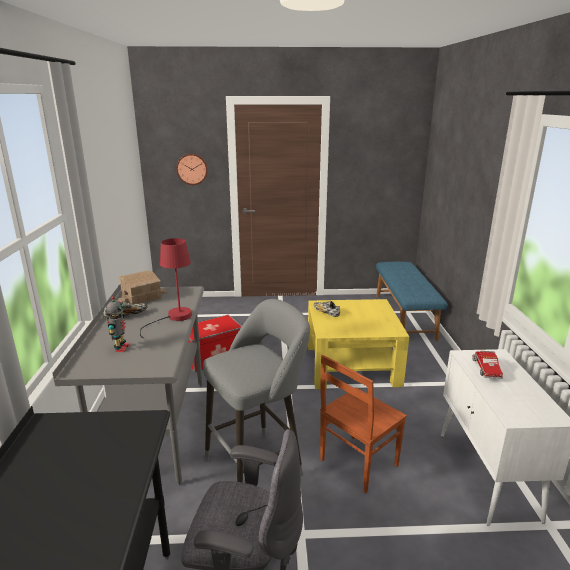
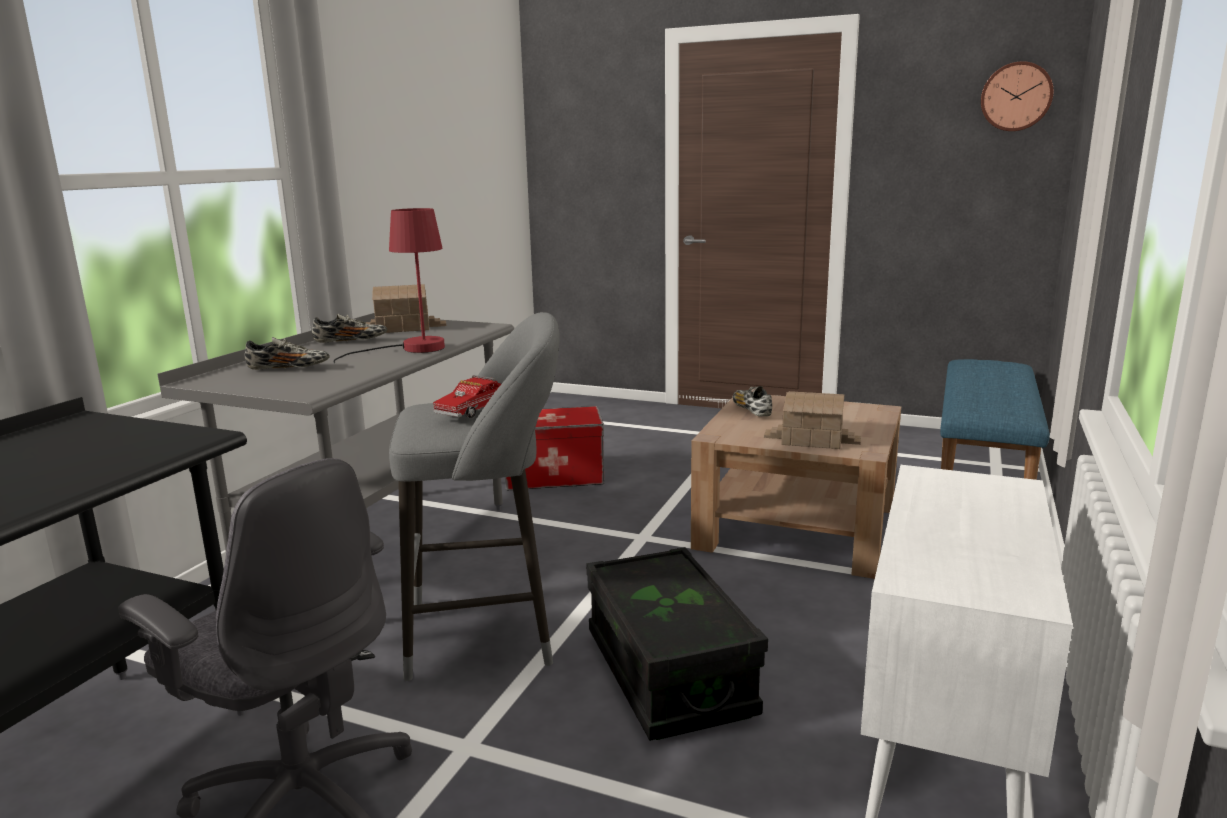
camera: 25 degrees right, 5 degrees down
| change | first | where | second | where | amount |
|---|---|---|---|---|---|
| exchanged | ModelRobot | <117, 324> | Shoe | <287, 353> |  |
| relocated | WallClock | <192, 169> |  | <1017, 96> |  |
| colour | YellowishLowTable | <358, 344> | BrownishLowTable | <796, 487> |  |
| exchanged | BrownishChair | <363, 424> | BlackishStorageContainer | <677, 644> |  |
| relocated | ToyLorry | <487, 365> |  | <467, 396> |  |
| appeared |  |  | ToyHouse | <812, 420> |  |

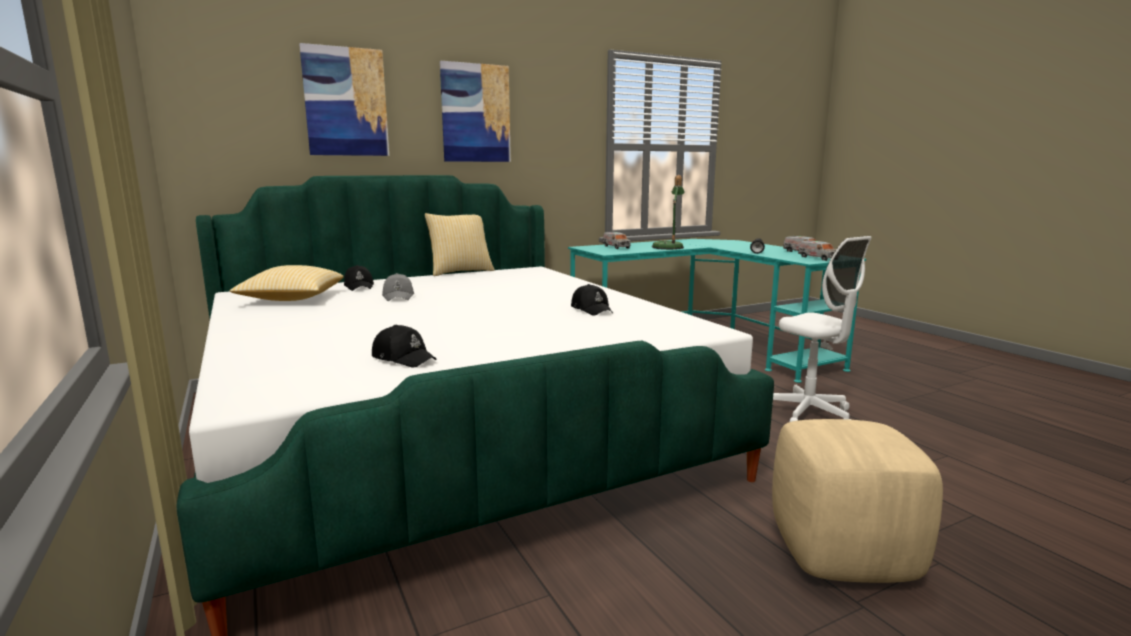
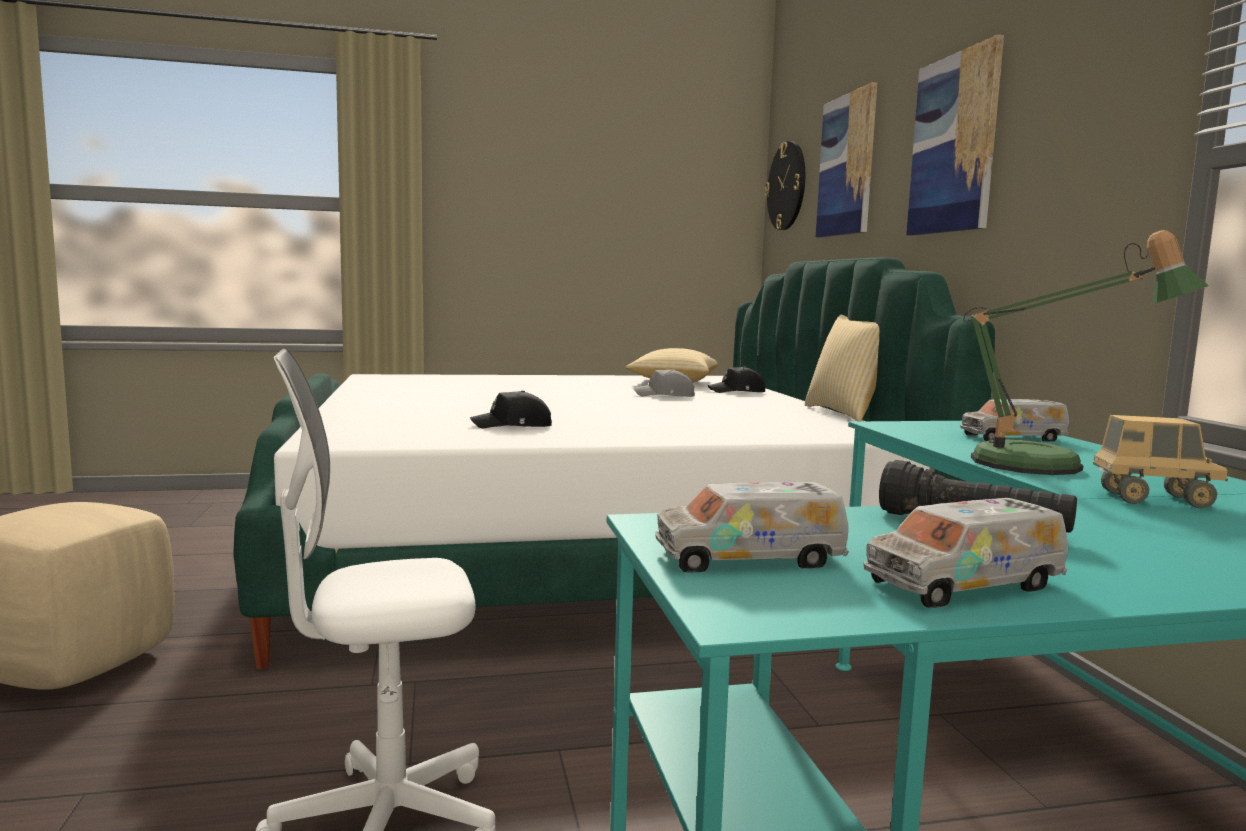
camera: 105 degrees right, 5 degrees down
| change | first | where | second | where | amount |
|---|---|---|---|---|---|
| missing | BlackishBaseballCap | <404, 346> |  |  |  |
| appeared |  |  | WallClock | <785, 185> |  |
| appeared |  |  | ToyLorry | <1160, 461> |  |

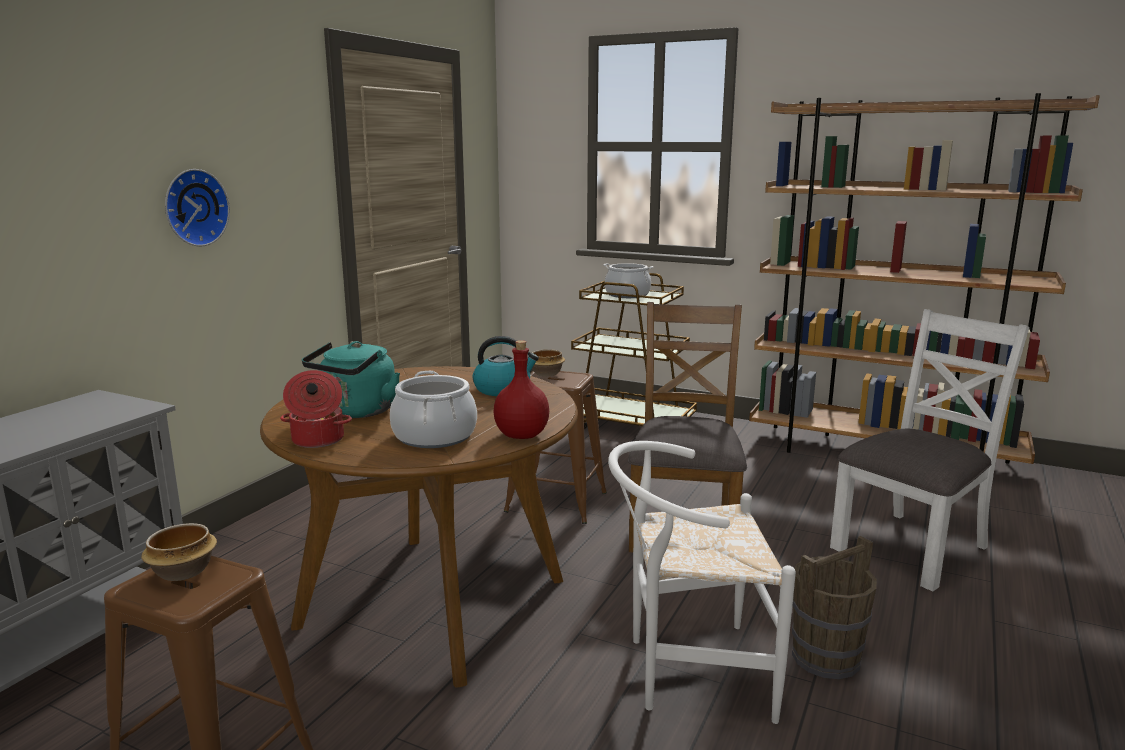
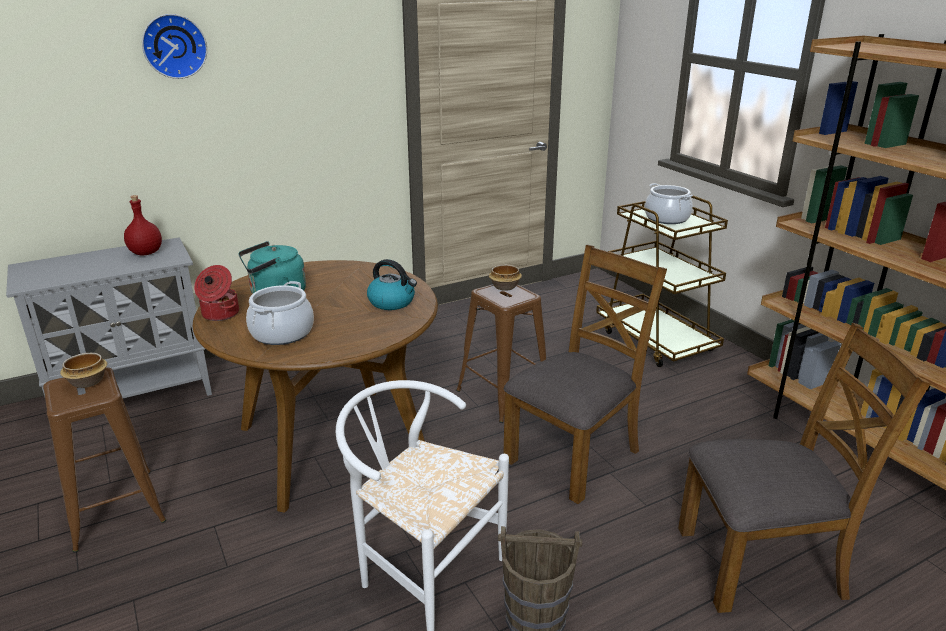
camera: 35 degrees right, 10 degrees up
| change | first | where | second | where | amount |
|---|---|---|---|---|---|
| relocated | WallClock | <197, 207> |  | <174, 46> |  |
| relocated | RedBeverageBottle | <521, 389> |  | <143, 225> |  |
| colour | WhitishChair | <929, 450> | BrownishChair | <804, 468> |  |

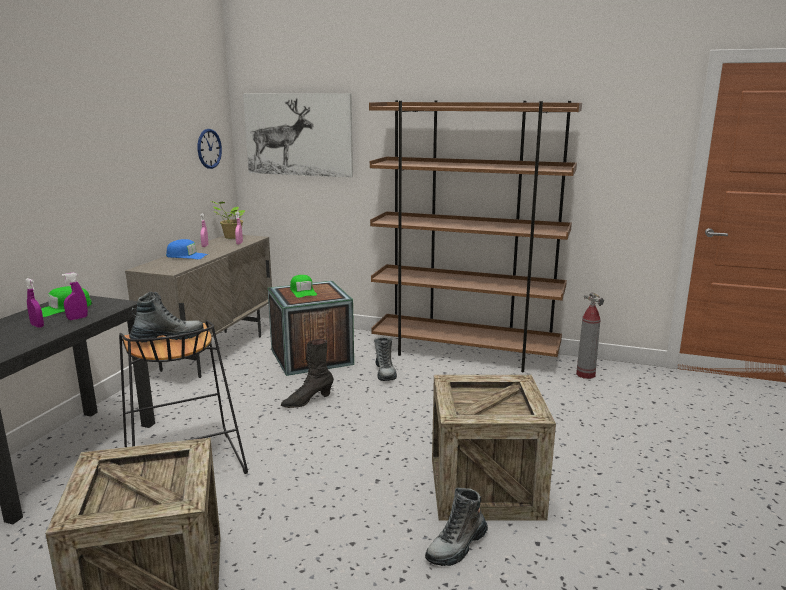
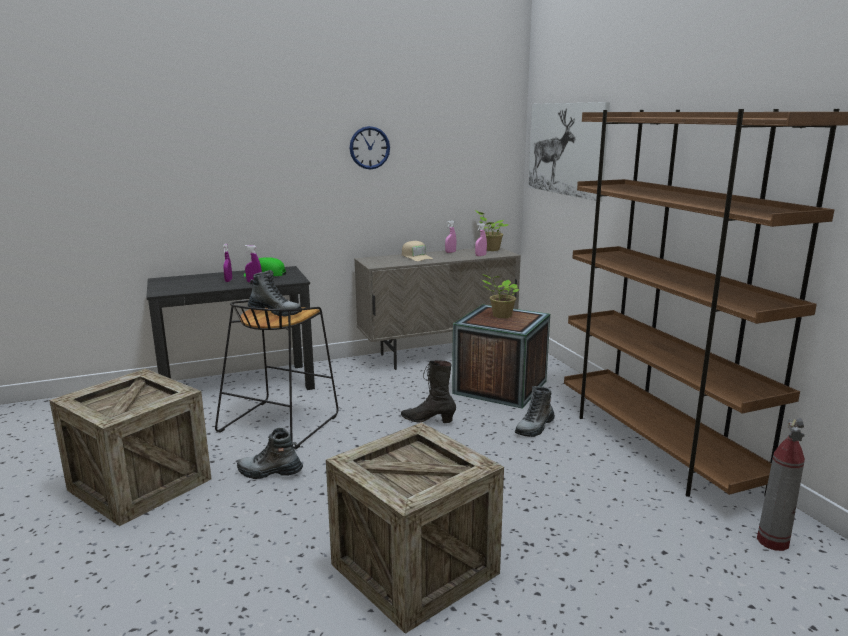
camera: 50 degrees right, 0 degrees up
| change | first | where | second | where | amount |
|---|---|---|---|---|---|
| colour | BlueBaseballCap | <187, 249> | SandColouredBaseballCap | <417, 251> |  |
| relocated | WallClock | <210, 149> |  | <369, 147> |  |
| exchanged | GreenBaseballCap | <303, 286> | Houseplant | <500, 296> |  |
| relocated | TallBoot | <456, 527> |  | <270, 453> |  |

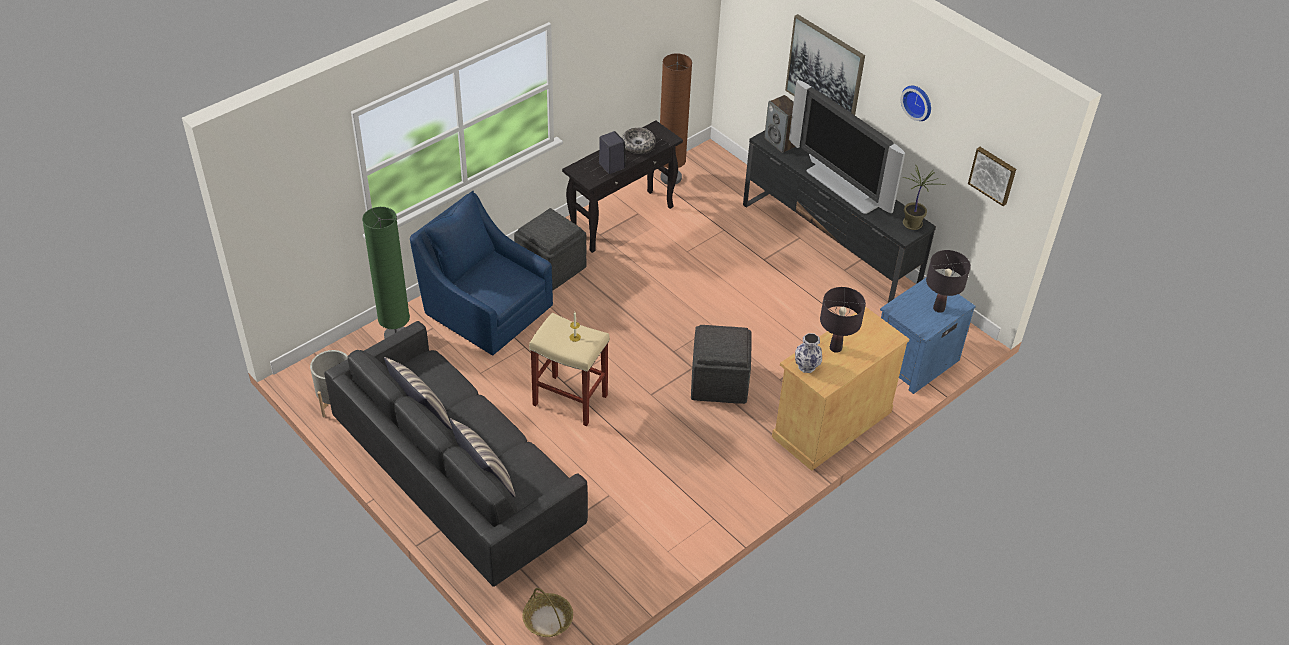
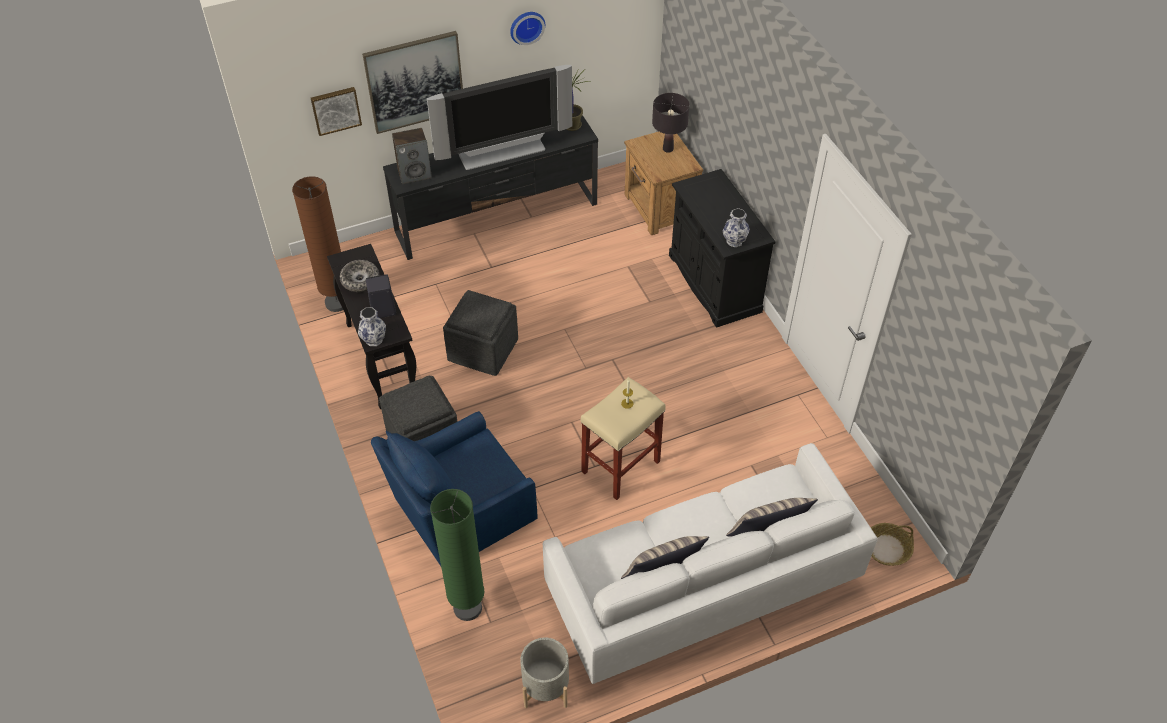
camera: 70 degrees left, 5 degrees up
| change | first | where | second | where | amount |
|---|---|---|---|---|---|
| colour | BlackishSettee | <456, 454> | WhitishSettee | <710, 563> |  |
| relocated | GreyishPouffe | <721, 364> |  | <480, 333> |  |
| colour | SandColouredCabinet | <840, 389> | BlackishCabinet | <722, 248> |  |
| missing | BlackishTabletopLamp | <843, 320> |  |  |  |
| colour | BlueBedsideTable | <928, 336> | BrownishBedsideTable | <663, 183> |  |
| relocated | Picture | <992, 176> |  | <336, 111> |  |
| appeared |  |  | Vase | <372, 326> |  |

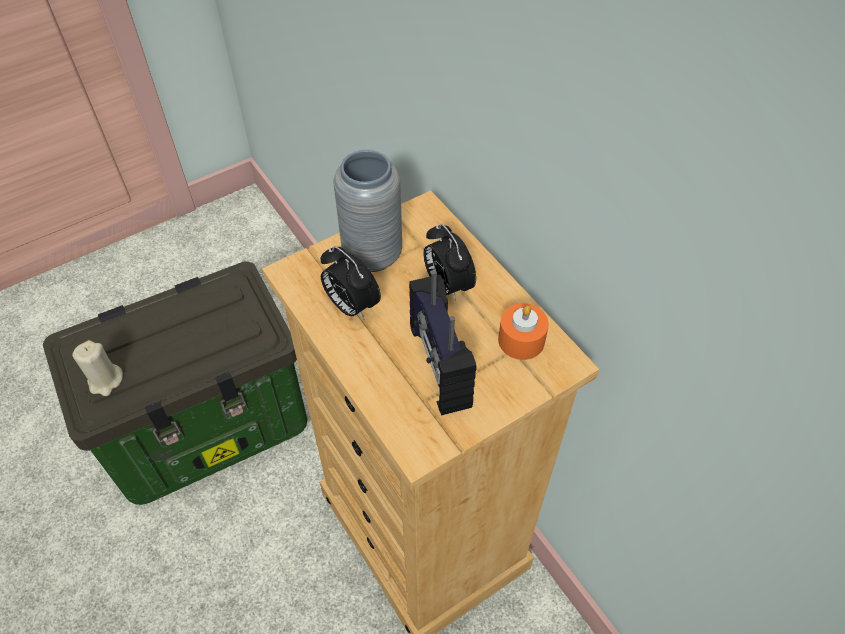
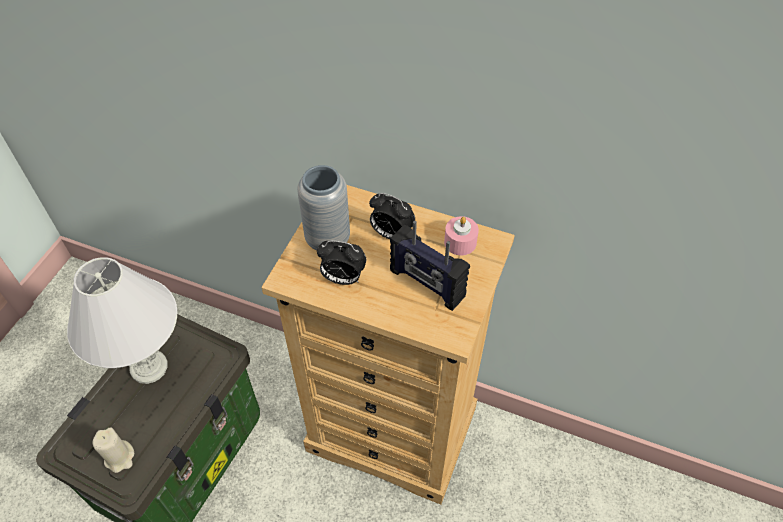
camera: 35 degrees left, 0 degrees up
| change | first | where | second | where | amount |
|---|---|---|---|---|---|
| colour | OrangeColouredWaxLight | <523, 331> | PinkishWaxLight | <461, 235> |  |
| appeared |  |  | WhitishTabletopLamp | <122, 320> |  |

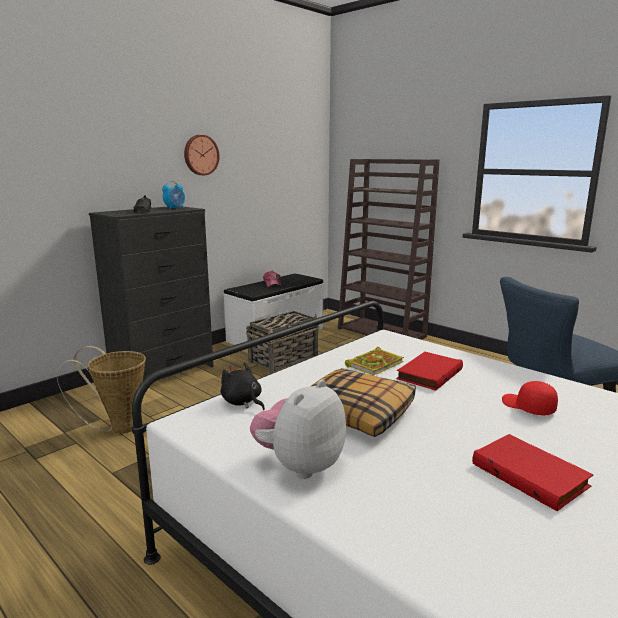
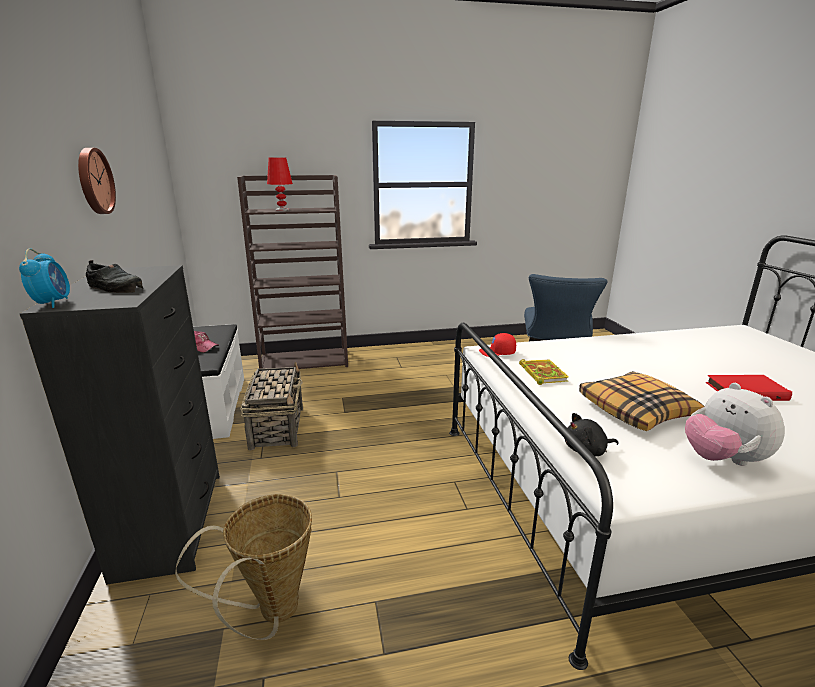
camera: 55 degrees left, 5 degrees up
| change | first | where | second | where | amount |
|---|---|---|---|---|---|
| relocated | AlarmClock | <173, 195> |  | <44, 278> |  |
| missing | RedVolume | <429, 371> |  |  |  |
| relocated | RedBaseballCap | <530, 398> |  | <497, 345> |  |
| appeared |  |  | RedTabletopLamp | <280, 184> |  |

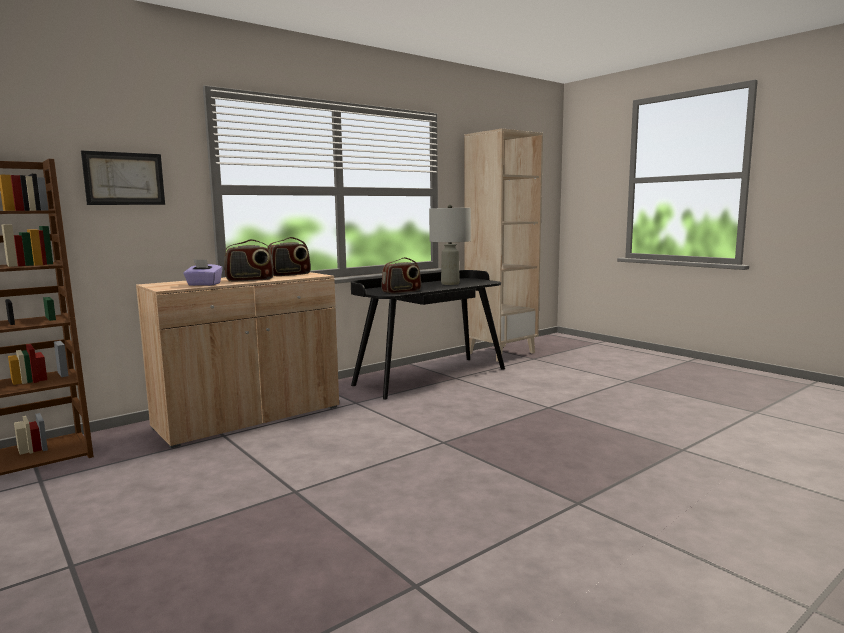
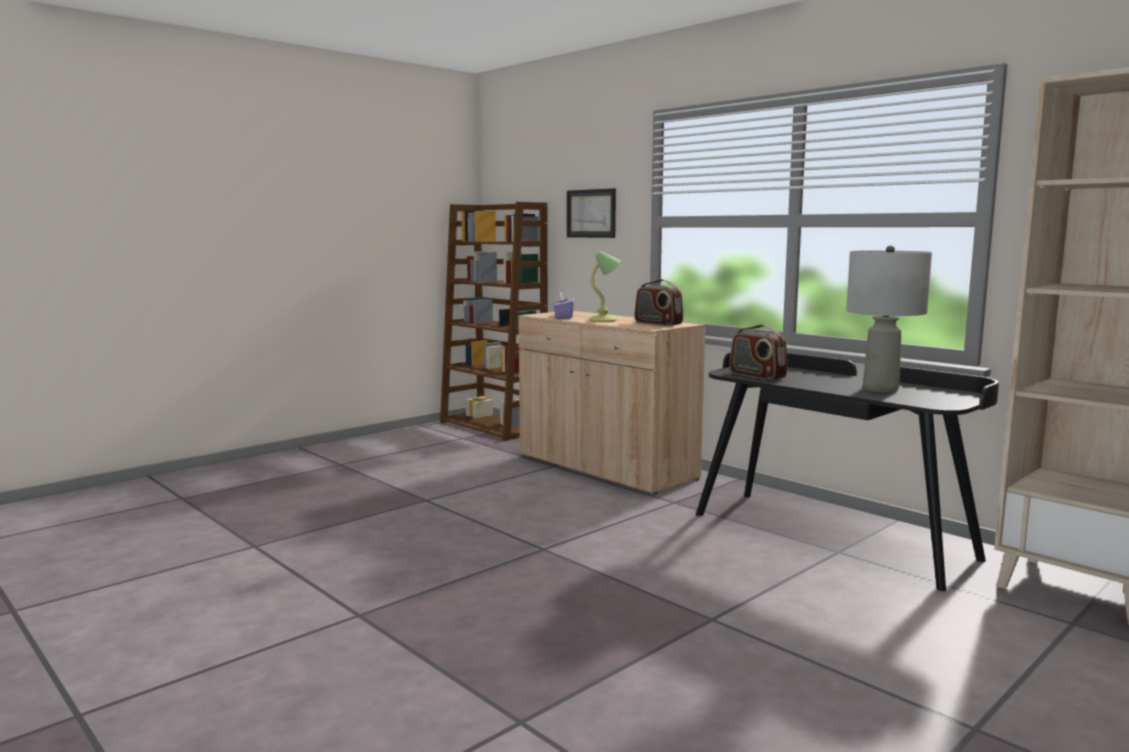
camera: 85 degrees right, 0 degrees up
| change | first | where | second | where | amount |
|---|---|---|---|---|---|
| exchanged | RadioReceiver | <249, 260> | TabletopLamp | <604, 286> |  |

